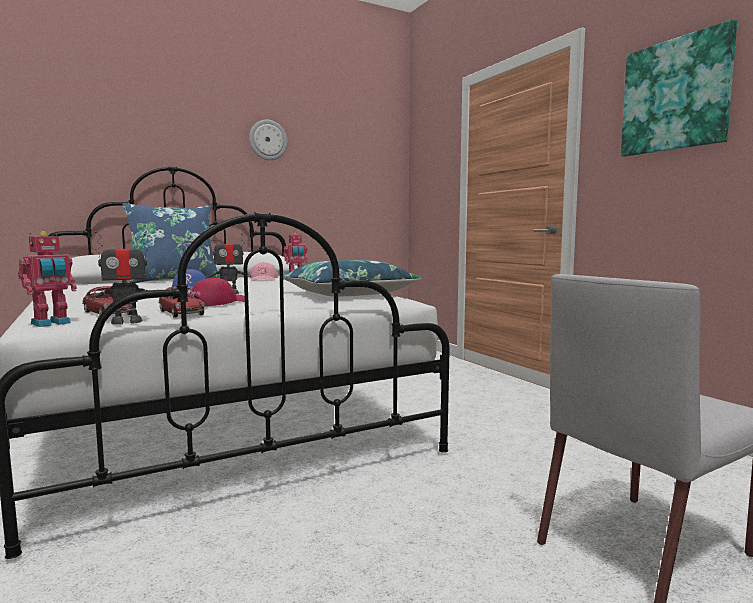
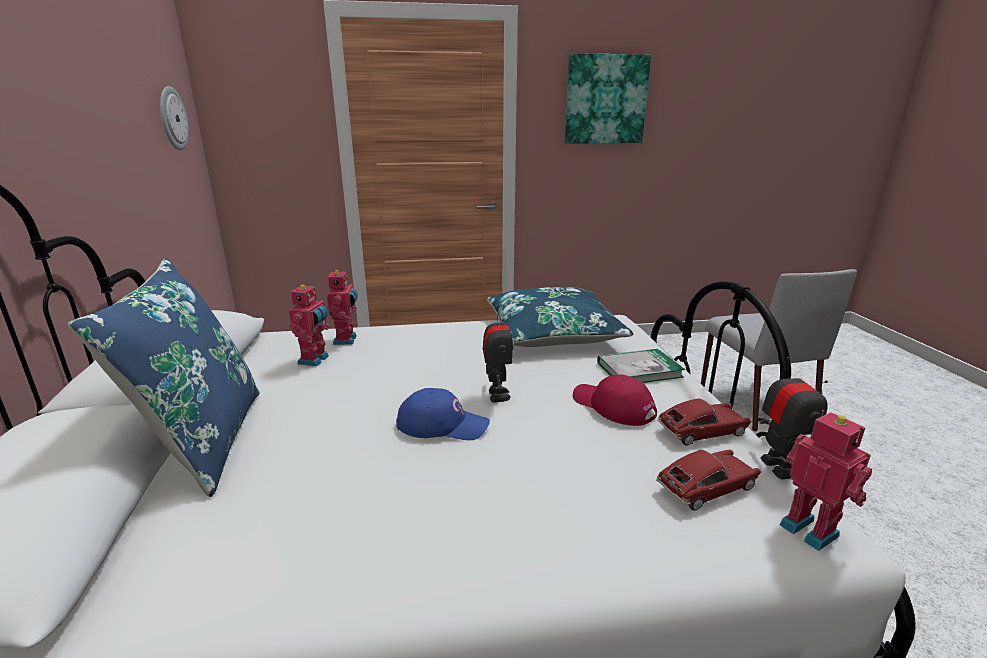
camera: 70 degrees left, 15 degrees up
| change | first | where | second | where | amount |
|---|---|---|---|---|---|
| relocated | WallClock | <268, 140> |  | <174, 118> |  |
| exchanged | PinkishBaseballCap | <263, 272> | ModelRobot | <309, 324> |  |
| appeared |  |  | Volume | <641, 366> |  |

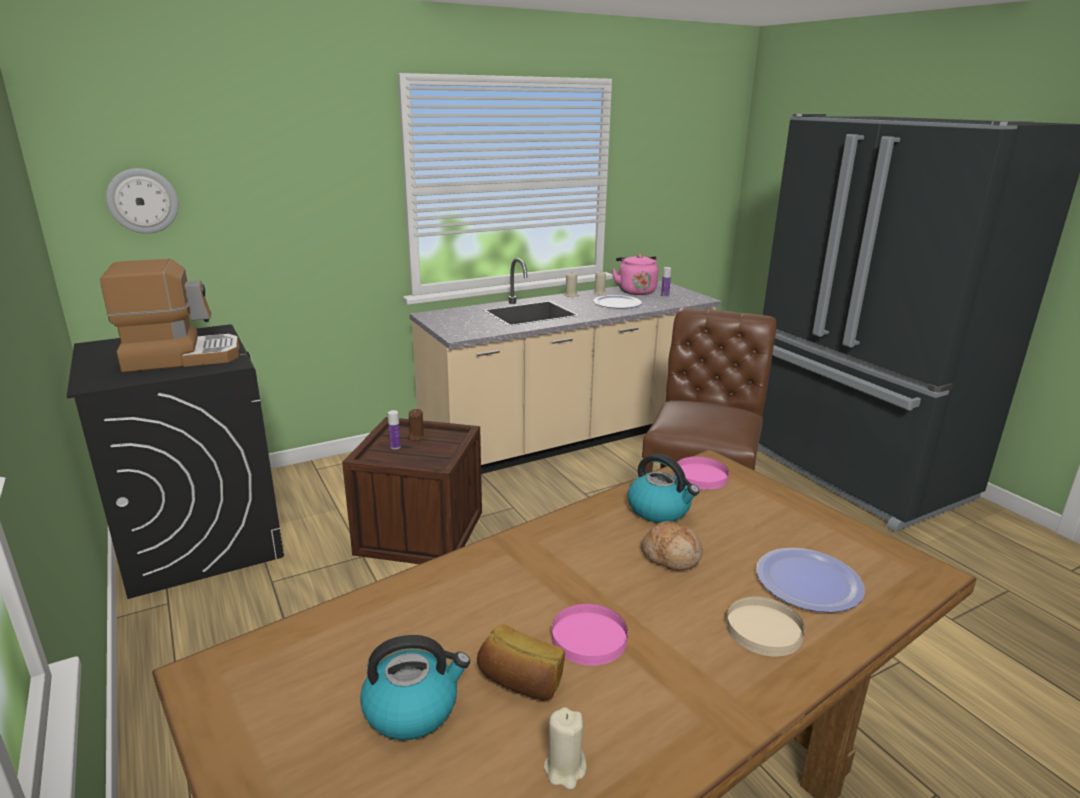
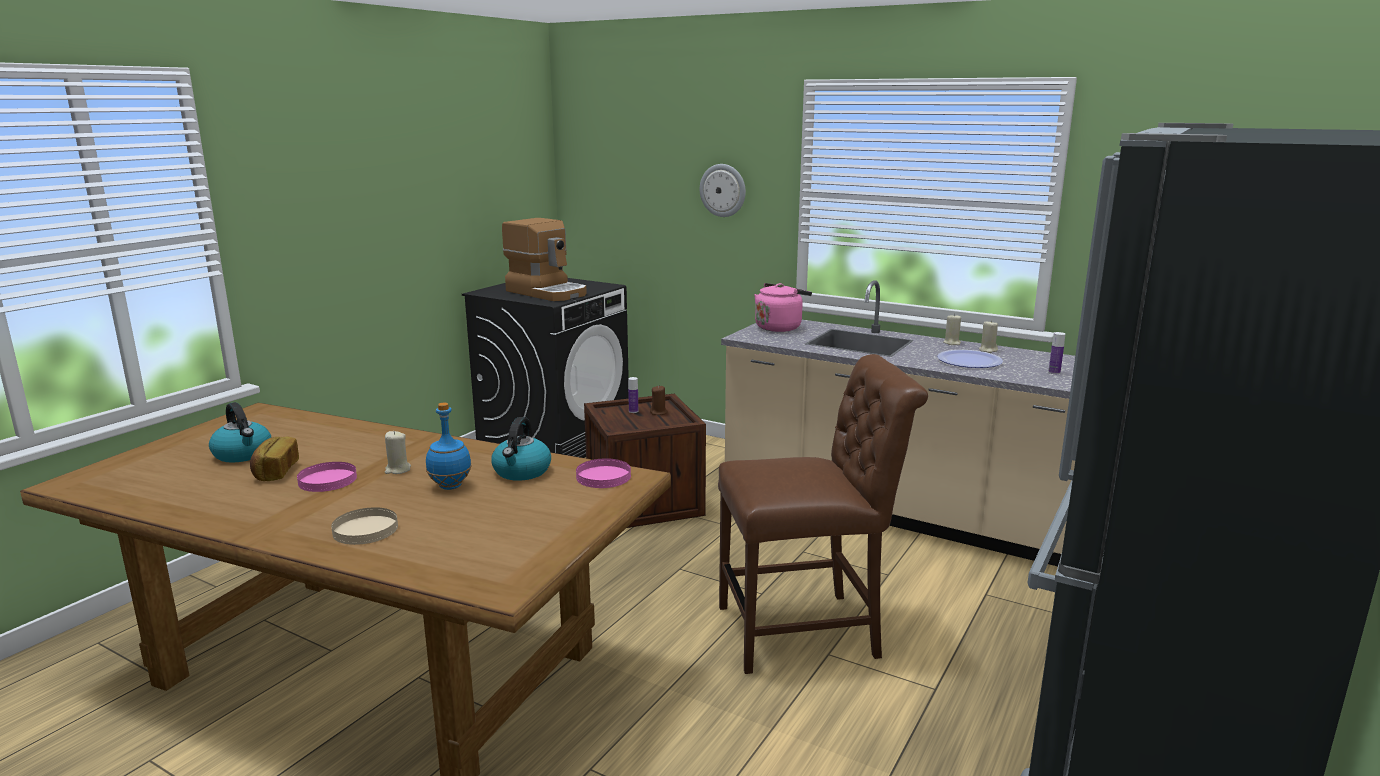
camera: 60 degrees right, 5 degrees down
| change | first | where | second | where | amount |
|---|---|---|---|---|---|
| relocated | WallClock | <142, 201> |  | <723, 190> |  |
| relocated | SandColouredWaxLight | <565, 748> |  | <398, 452> |  |
| relocated | PinkishKettle | <635, 274> |  | <783, 307> |  |
| exchanged | Bread | <672, 545> | BlueBeverageBottle | <449, 446> |  |
| missing | Plate | <810, 580> |  |  |  |

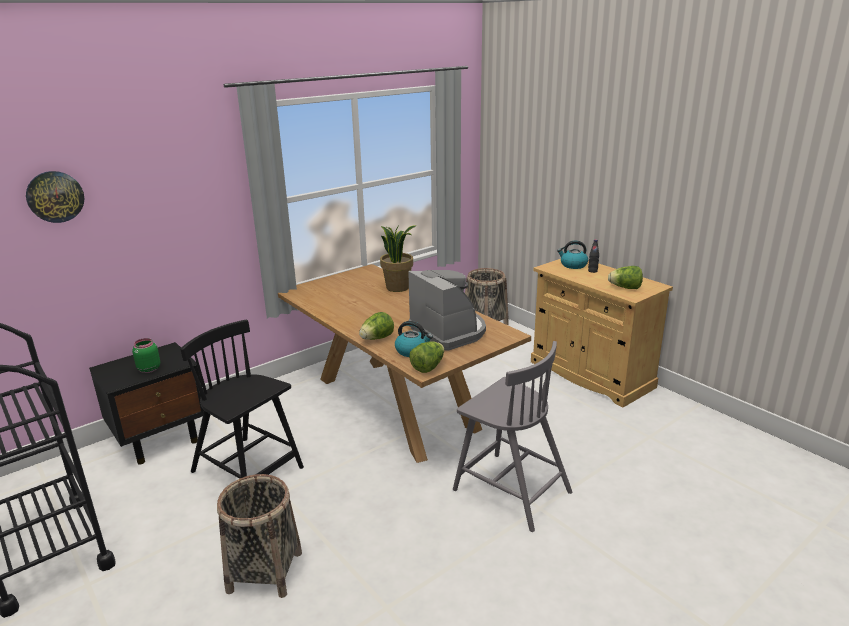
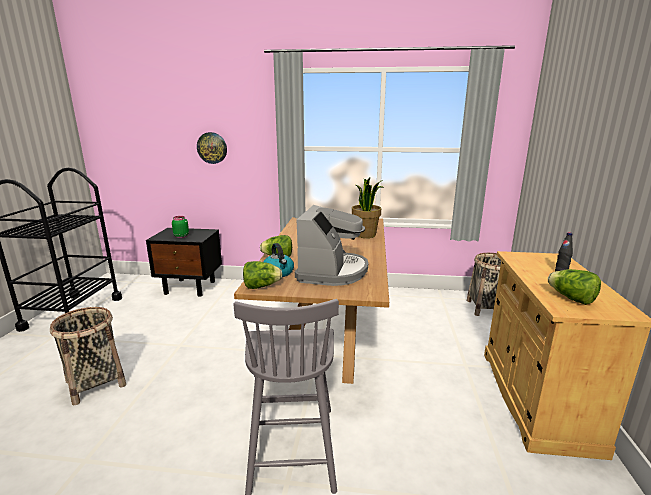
camera: 45 degrees right, 5 degrees down
| change | first | where | second | where | amount |
|---|---|---|---|---|---|
| relocated | WallClock | <55, 197> |  | <212, 148> |  |
| missing | BlackishChair | <242, 398> |  |  |  |
| missing | Kettle | <572, 255> |  |  |  |

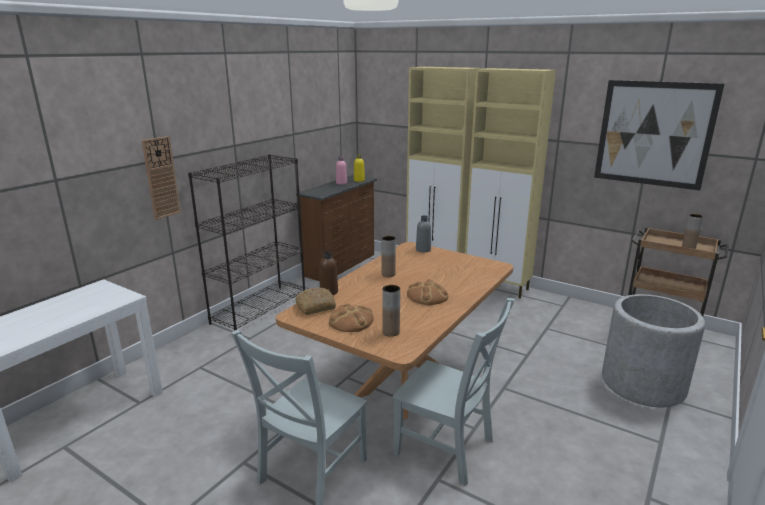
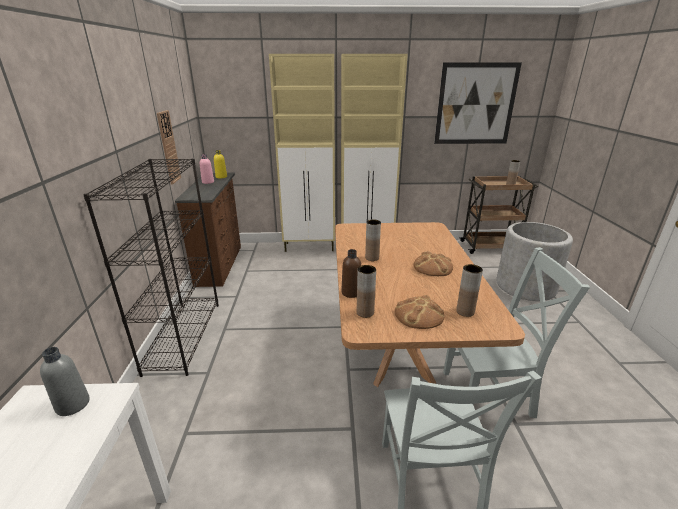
camera: 35 degrees left, 5 degrees up
| change | first | where | second | where | amount |
|---|---|---|---|---|---|
| relocated | WallClock | <161, 178> |  | <169, 147> |  |
| exchanged | Bread | <316, 301> | BrownishVase | <366, 291> |  |
| relocated | GreyishBeverageBottle | <423, 233> |  | <64, 381> |  |

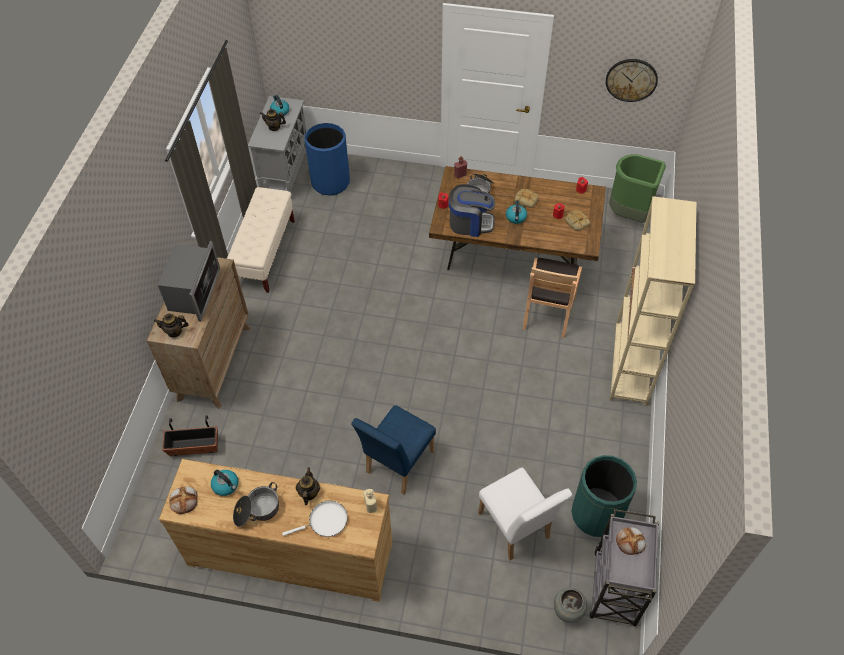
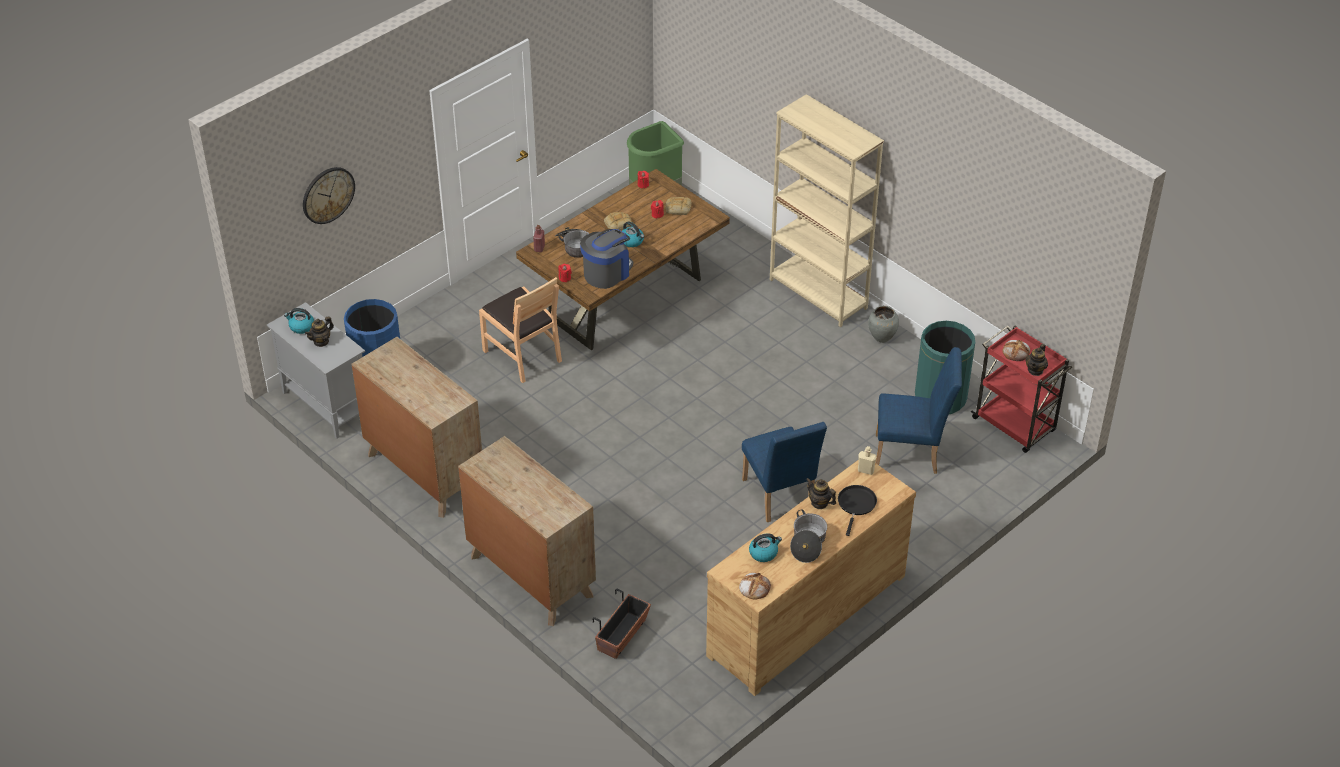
camera: 55 degrees left, 10 degrees down
| change | first | where | second | where | amount |
|---|---|---|---|---|---|
| relocated | TeaPot | <171, 325> |  | <1036, 360> |  |
| missing | KitchenMicrowave | <189, 281> |  |  |  |
| exchanged | SandColouredIndoorBench | <261, 240> | BrownishDresser | <417, 427> |  |
| colour | WhitishPan | <315, 519> | BlackishPan | <857, 510> |  |
| colour | WhitishChair | <525, 514> | BlueChair | <918, 410> |  |
| relocated | BrownishChair | <552, 298> |  | <520, 330> |  |
| relocated | GreyishVase | <570, 605> |  | <883, 324> |  |
| colour | GreyishTrolley | <624, 567> | RedTrolley | <1021, 389> |  |
| relocated | WallClock | <632, 80> |  | <329, 195> |  |

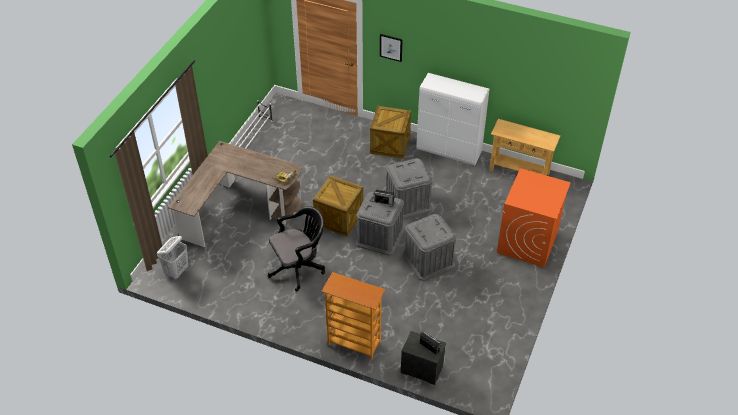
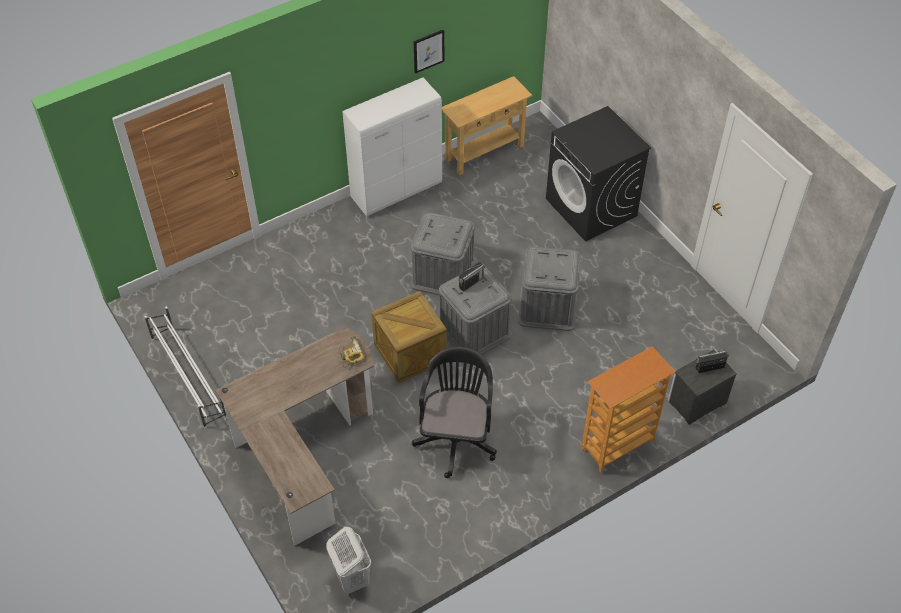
camera: 55 degrees left, 5 degrees up
| change | first | where | second | where | amount |
|---|---|---|---|---|---|
| missing | ShippingCrate | <390, 132> |  |  |  |
| relocated | Picture | <391, 48> |  | <429, 52> |  |
| colour | OrangeColouredWashingMachine | <534, 218> | BlackishWashingMachine | <598, 174> |  |

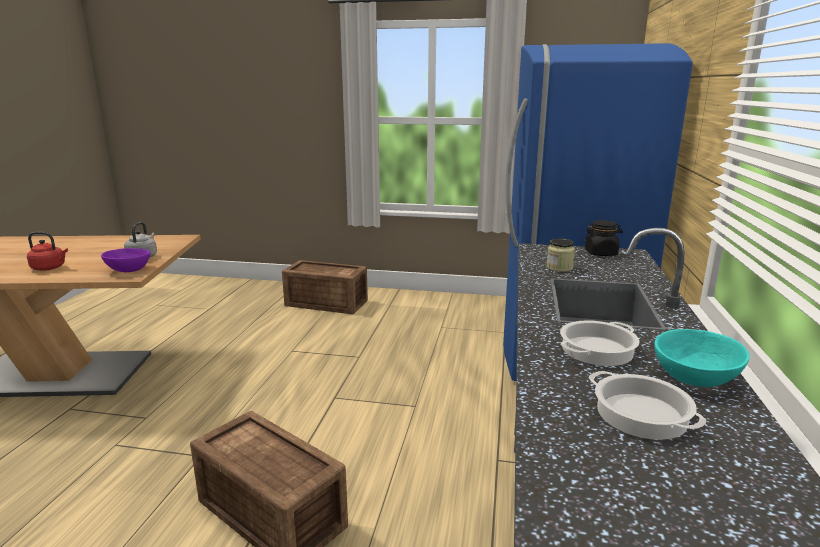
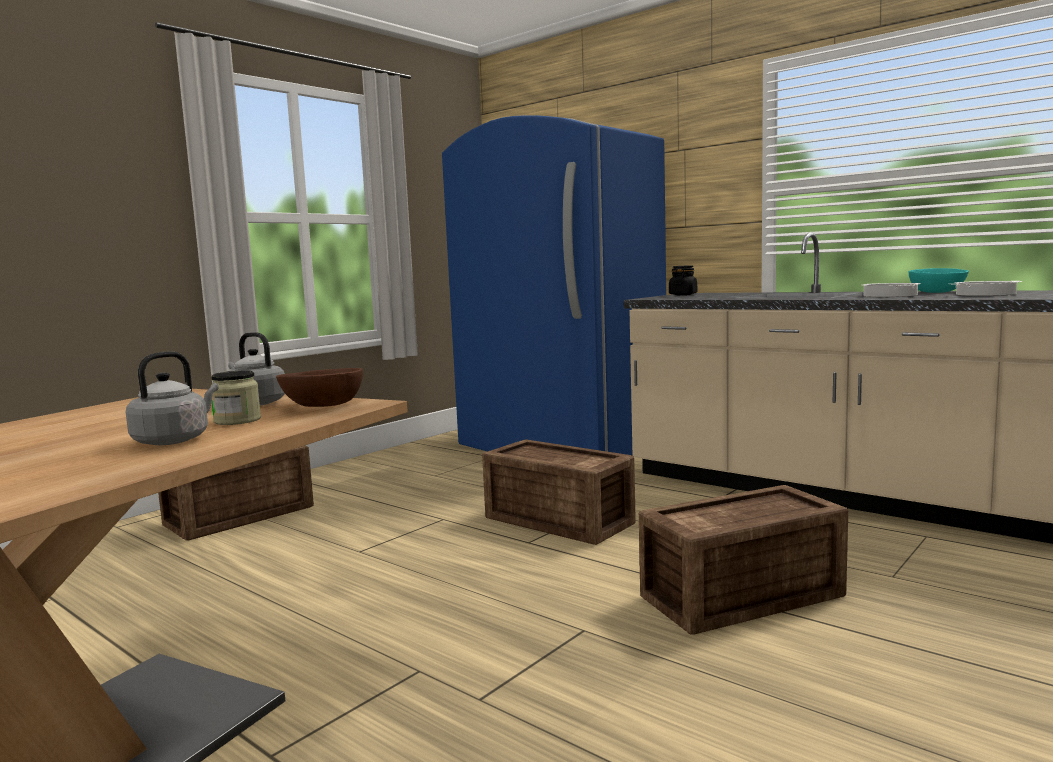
camera: 60 degrees left, 10 degrees down
| change | first | where | second | where | amount |
|---|---|---|---|---|---|
| colour | RedKettle | <47, 251> | GreyishKettle | <172, 398> |  |
| colour | PurpleDeepDish | <125, 260> | BrownishDeepDish | <319, 387> |  |
| relocated | Jar | <561, 255> |  | <235, 397> |  |
| appeared |  |  | ShippingCrate | <559, 492> |  |

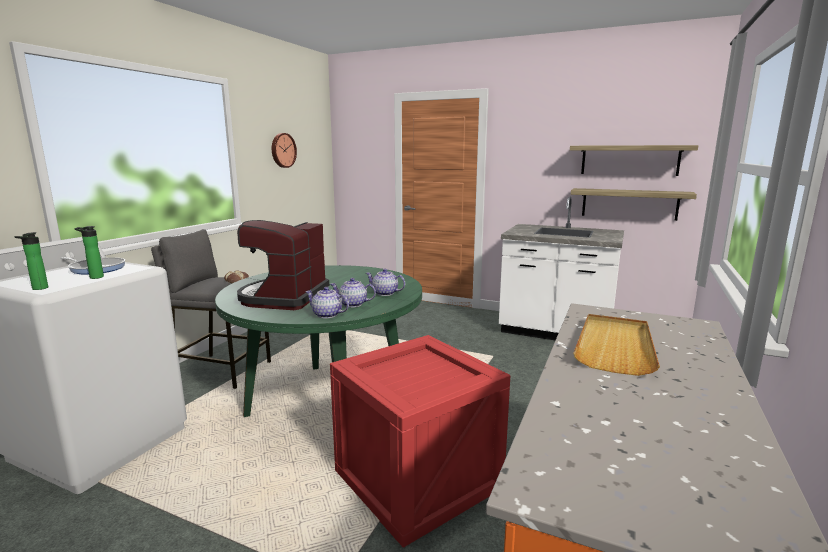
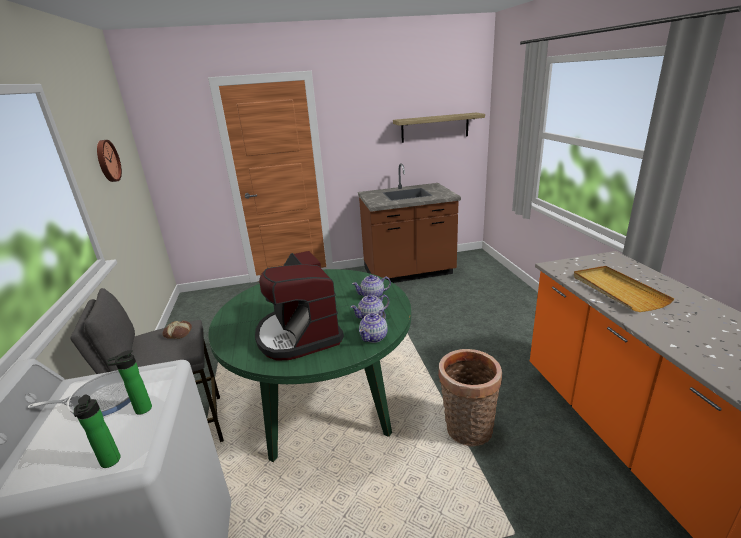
camera: 35 degrees left, 10 degrees up
| change | first | where | second | where | amount |
|---|---|---|---|---|---|
| spun | TeaPot | <327, 302> |  | <373, 326> | 45 degrees counterclockwise |
| exchanged | ShippingCrate | <420, 441> | StorageBasket | <470, 398> |  |
| colour | WhitishKitchenBaseUnit | <561, 268> | BrownishKitchenBaseUnit | <409, 223> |  |
| missing | Shelf | <634, 204> |  |  |  |

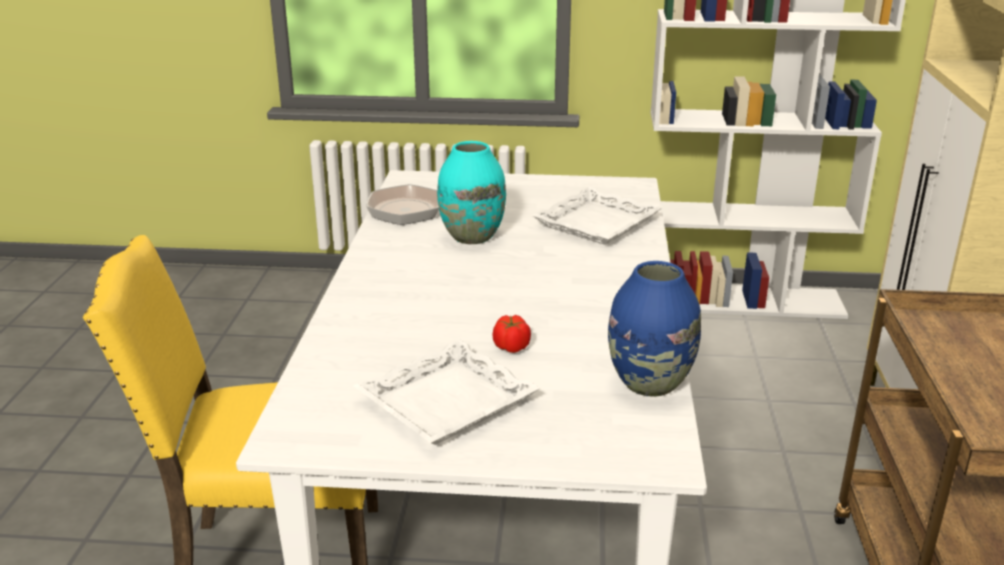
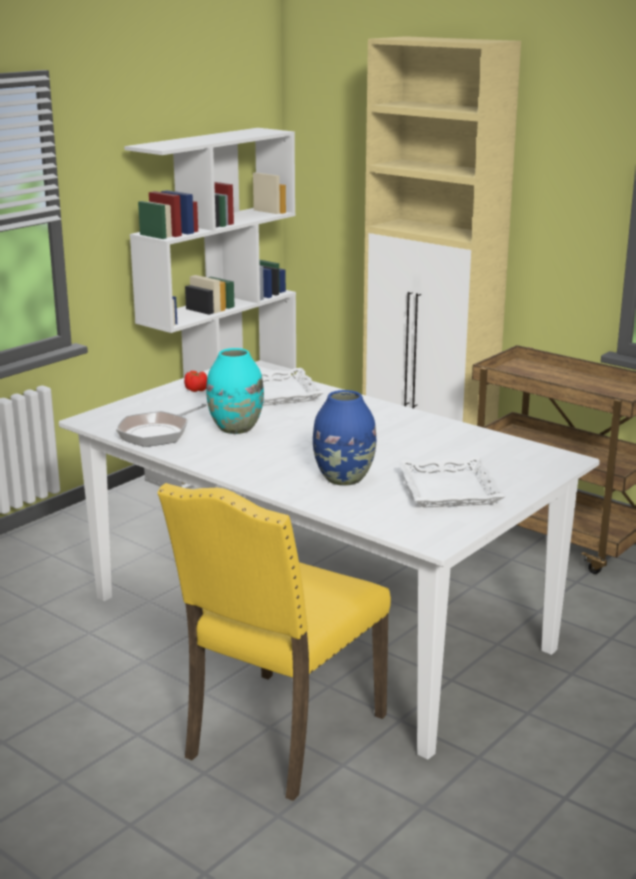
camera: 55 degrees left, 5 degrees down
| change | first | where | second | where | amount |
|---|---|---|---|---|---|
| relocated | Tomato | <512, 334> |  | <195, 381> |  |
| relocated | BlueVase | <654, 329> |  | <344, 438> |  |

